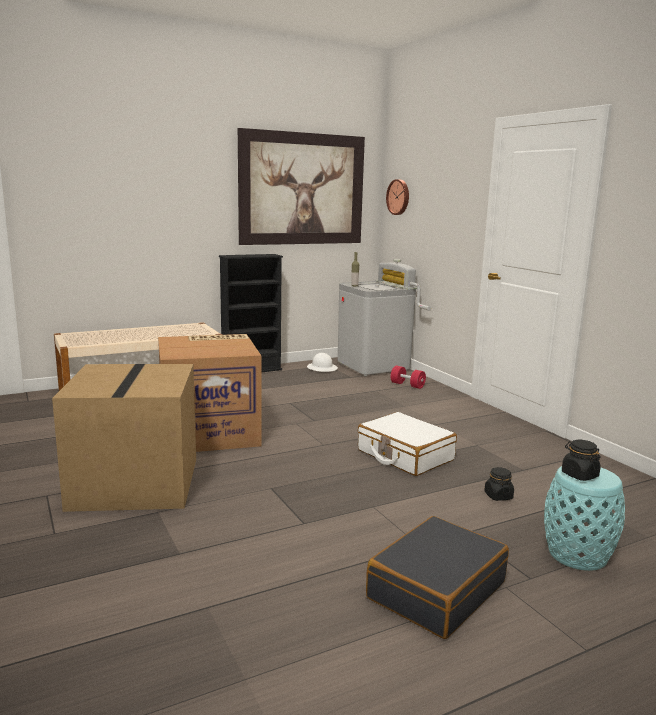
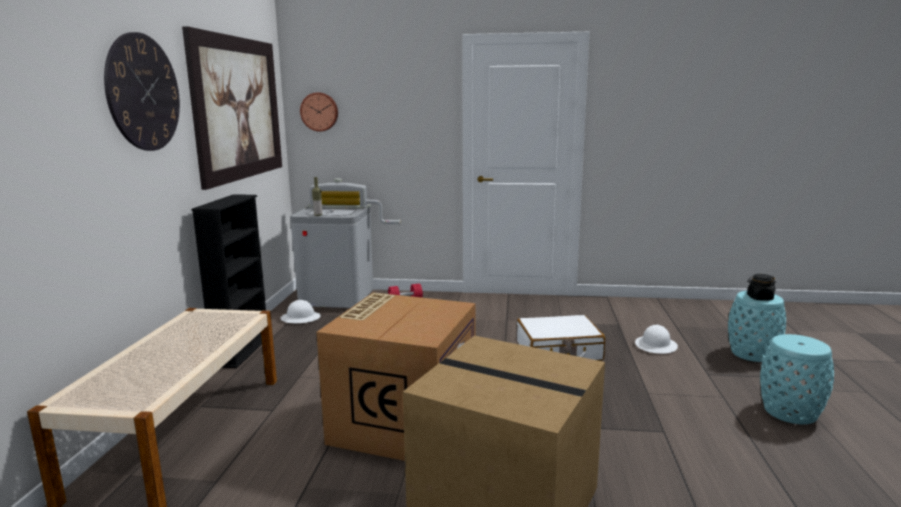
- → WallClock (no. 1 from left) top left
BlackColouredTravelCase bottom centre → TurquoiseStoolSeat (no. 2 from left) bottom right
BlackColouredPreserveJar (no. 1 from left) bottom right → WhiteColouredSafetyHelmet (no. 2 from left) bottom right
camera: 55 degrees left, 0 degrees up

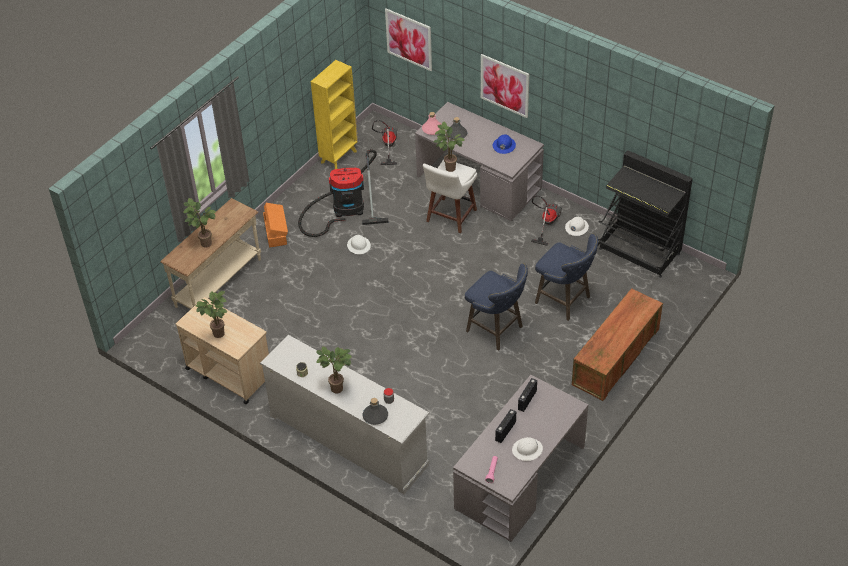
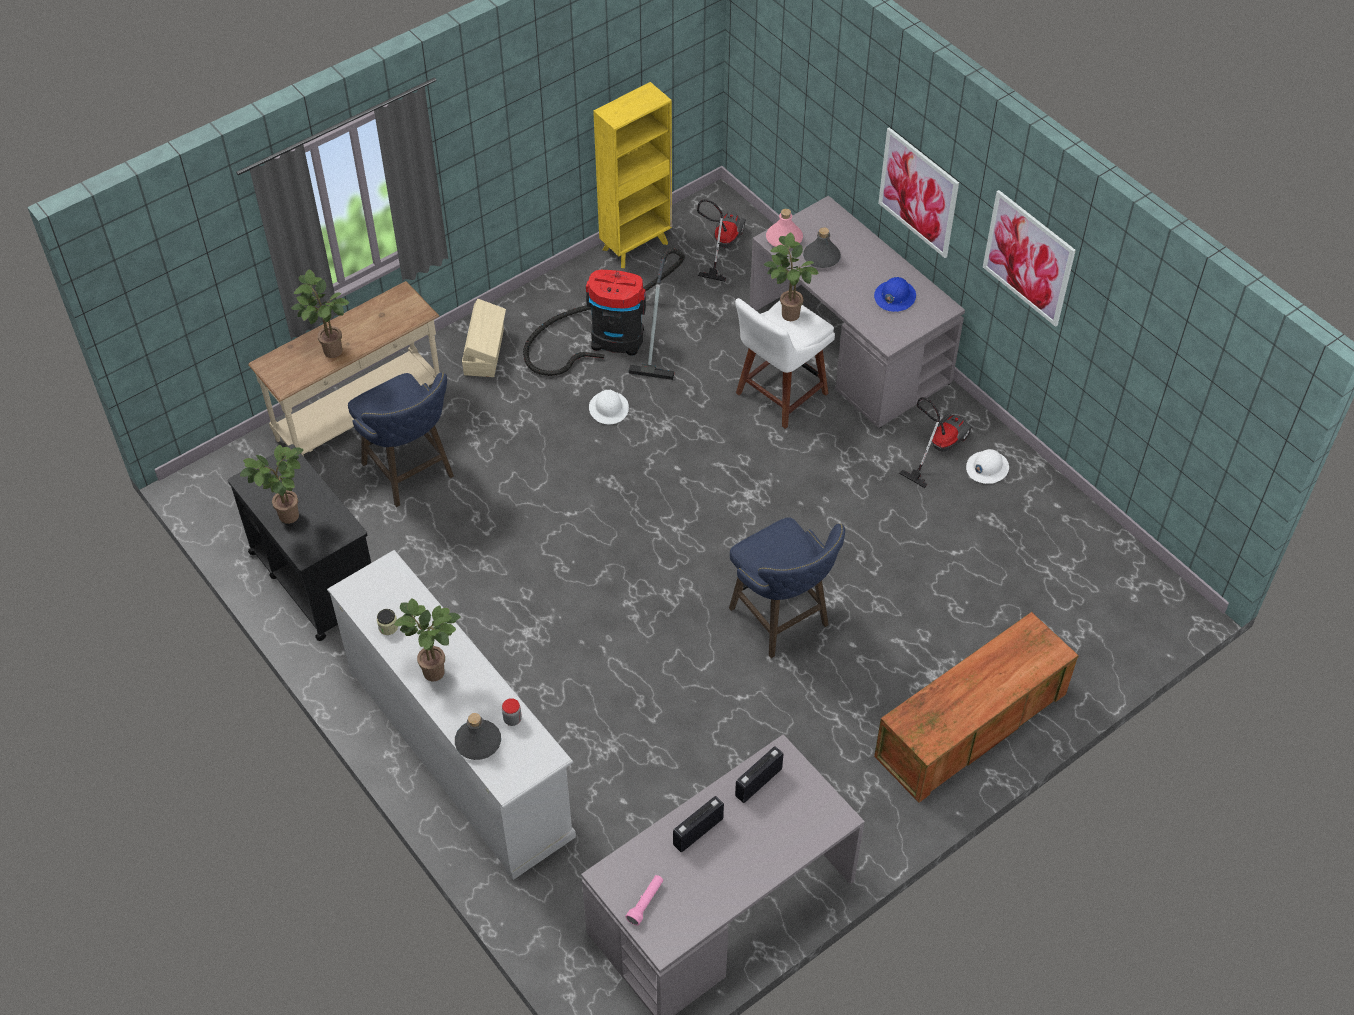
WhiteColouredSafetyHelmet (no. 2 from left) bottom centre → -
BlackColouredShoeShelf middle right → -
WallPicture (no. 1 from left in the first image) top centre → WallPicture (no. 2 from left) top right, shifted
BlueStoolSeat (no. 2 from left in the first image) middle right → BlueStoolSeat (no. 1 from left) middle left, shifted
BeigeColouredWheeledCart middle left → BlackColouredWheeledCart middle left
OrangeyStorageBin middle left → BeigeColouredStorageBin top centre
camera: 15 degrees right, 5 degrees up

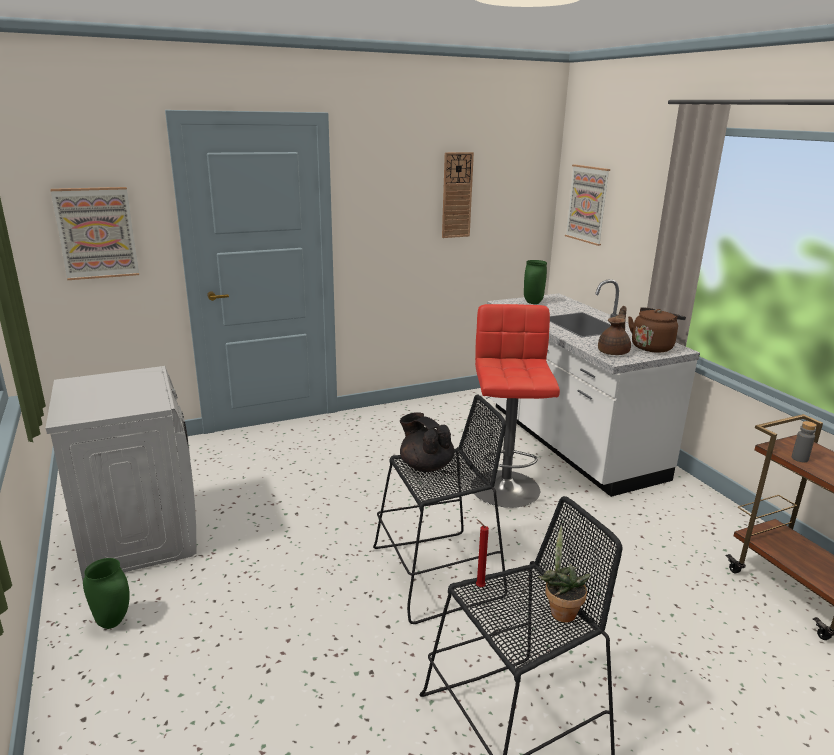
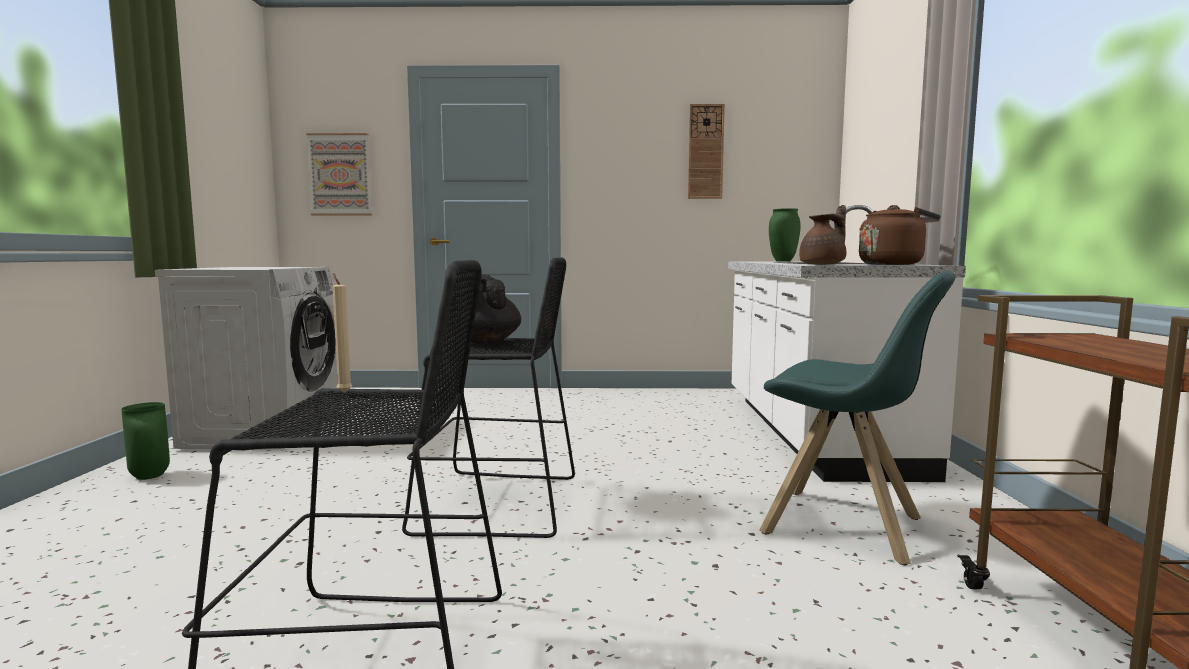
ReddishStoolSeat centre → -
Houseplant bottom right → -
WallPicture (no. 2 from left) top right → -
GreyishBottle middle right → -
- → TurquoiseUprightChair middle right
ReddishCandle bottom centre → BeigeColouredCandle middle left
camera: 25 degrees right, 15 degrees down

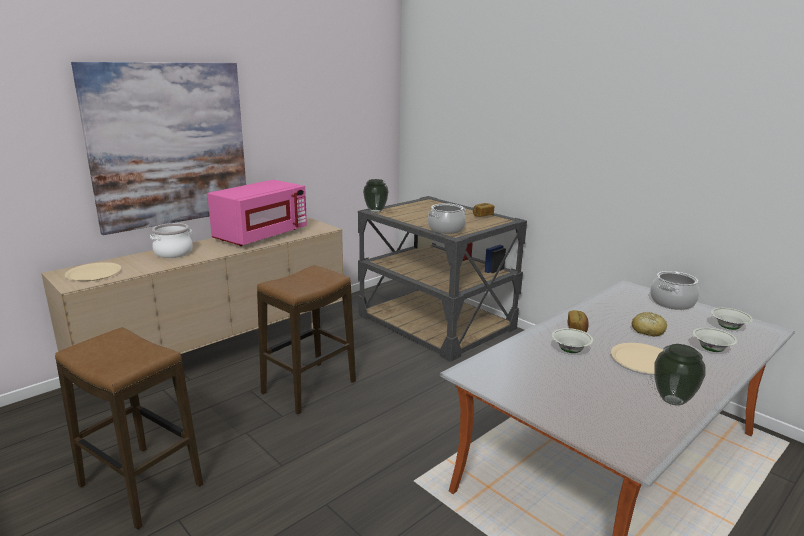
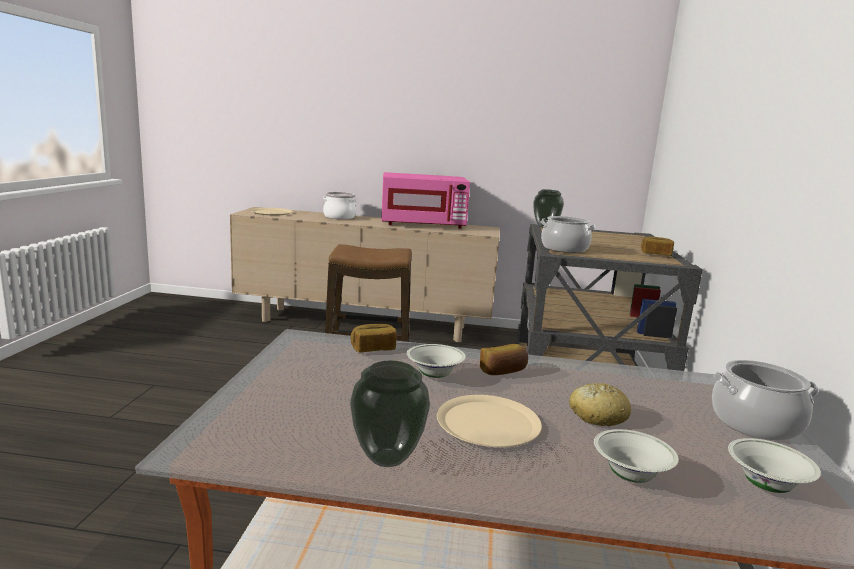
StoolSeat (no. 1 from left) bottom left → -
WallPicture top left → -
- → BakedBread (no. 1 from left) centre
camera: 50 degrees right, 5 degrees down

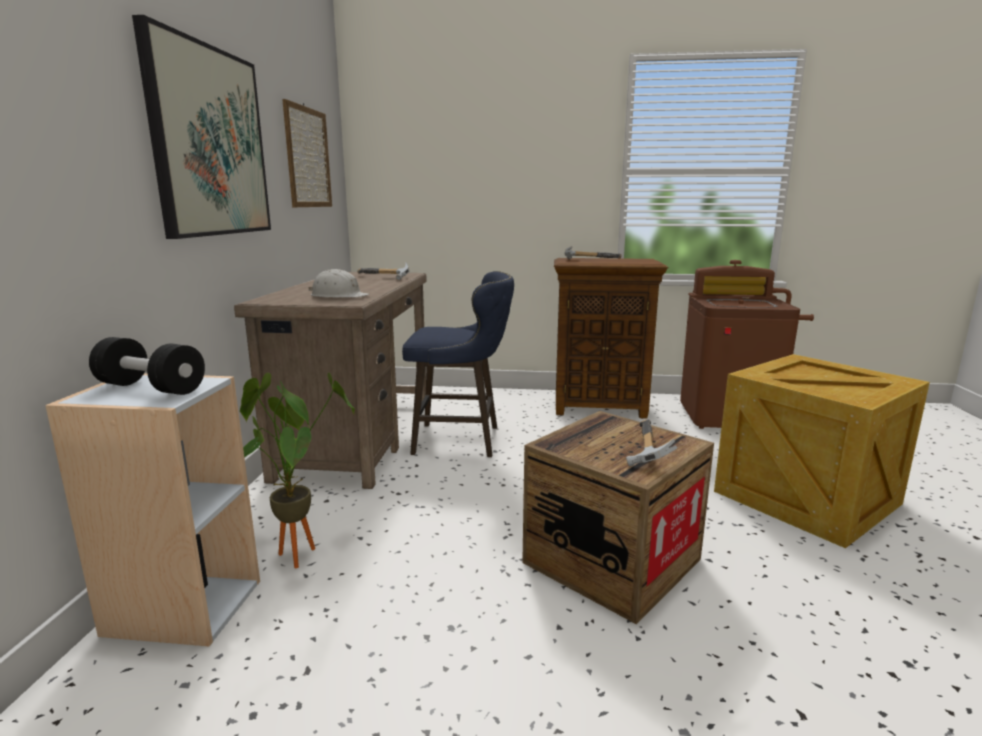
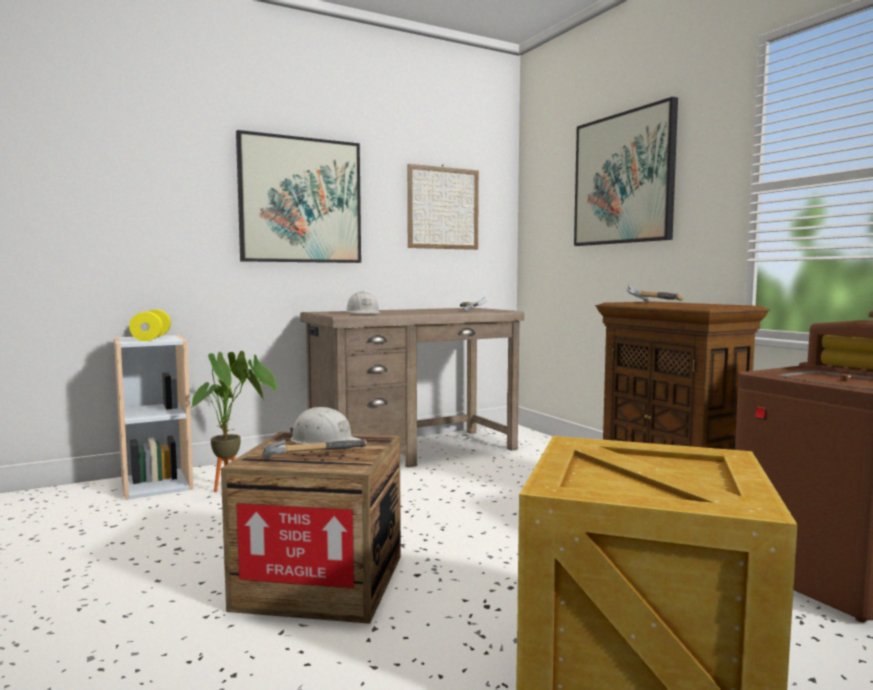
BlueStoolSeat centre → -
- → WhiteColouredSafetyHelmet (no. 1 from left) centre
- → WallPicture (no. 3 from left) top right
BlackColouredHandWeight middle left → YellowHandWeight middle left
camera: 55 degrees right, 10 degrees down

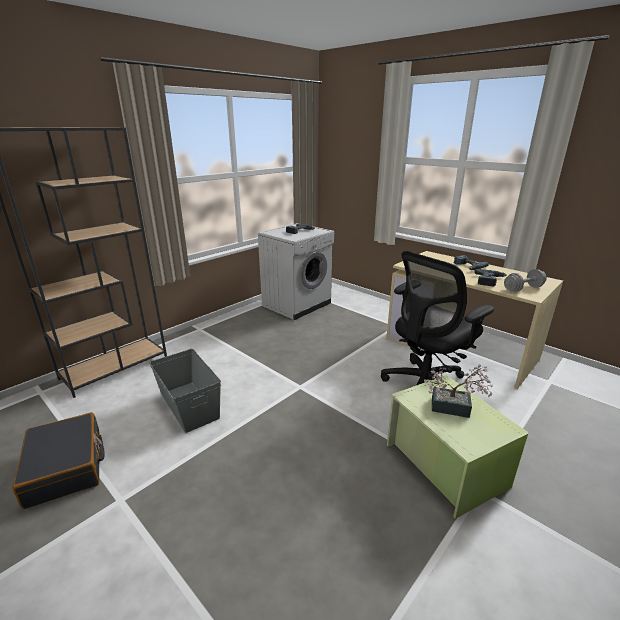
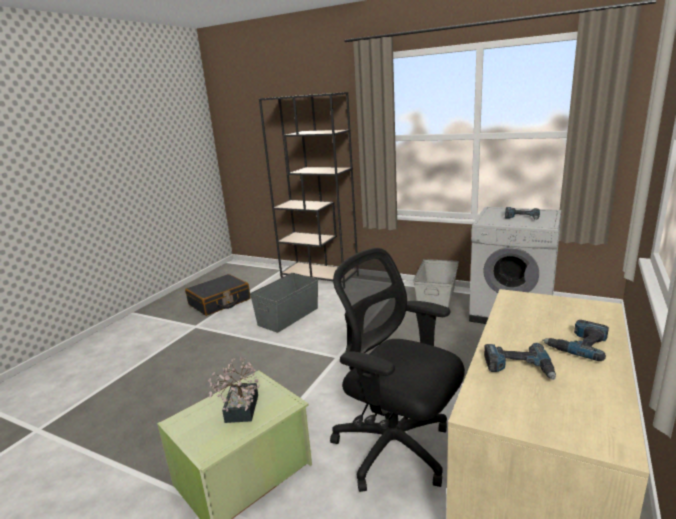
GreyishHandWeight middle right → -
- → GreyishStorageBin (no. 2 from left) centre
camera: 75 degrees right, 5 degrees down

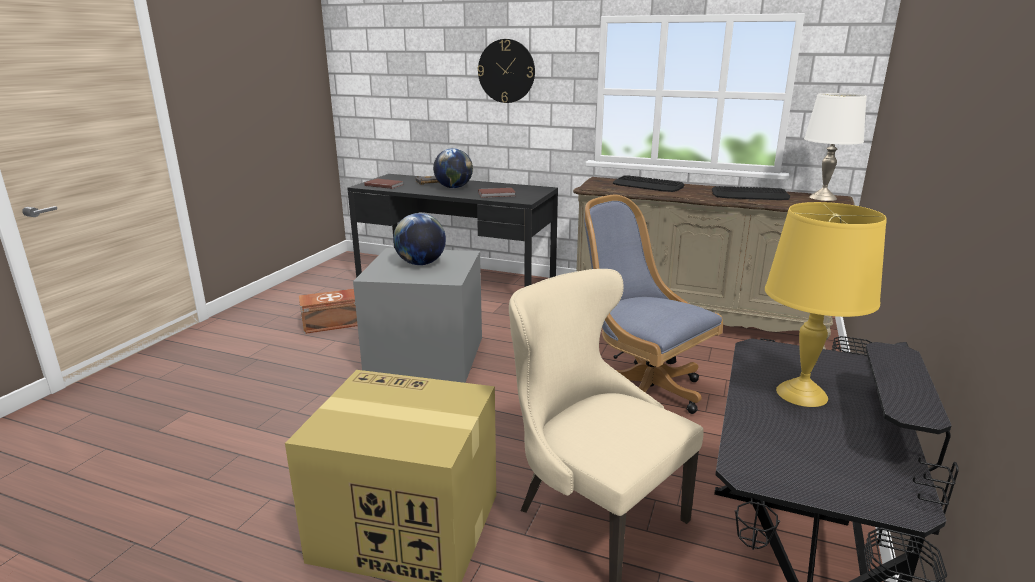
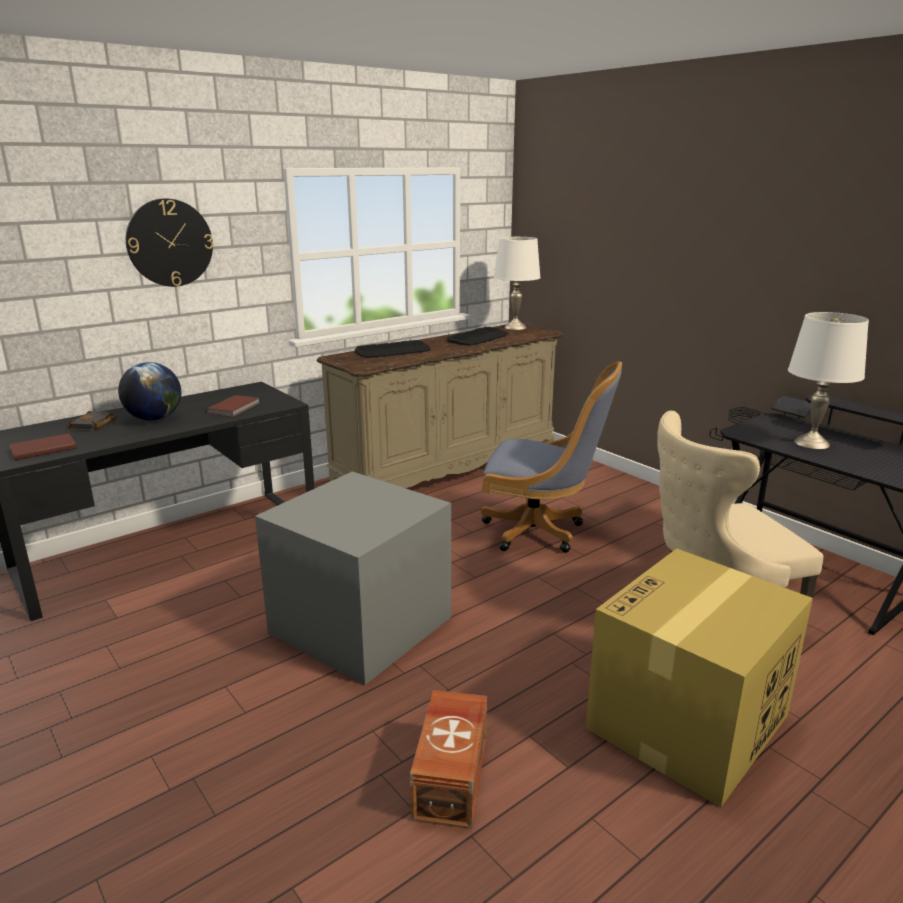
Globe (no. 1 from left) centre → -
BrownStorageBin middle left → BrownStorageBin bottom centre, shifted
YellowLampForATable middle right → WhiteColouredLampForATable (no. 2 from left) middle right
BlueDeskChair centre, 150 degrees counterclockwise
camera: 60 degrees left, 0 degrees up

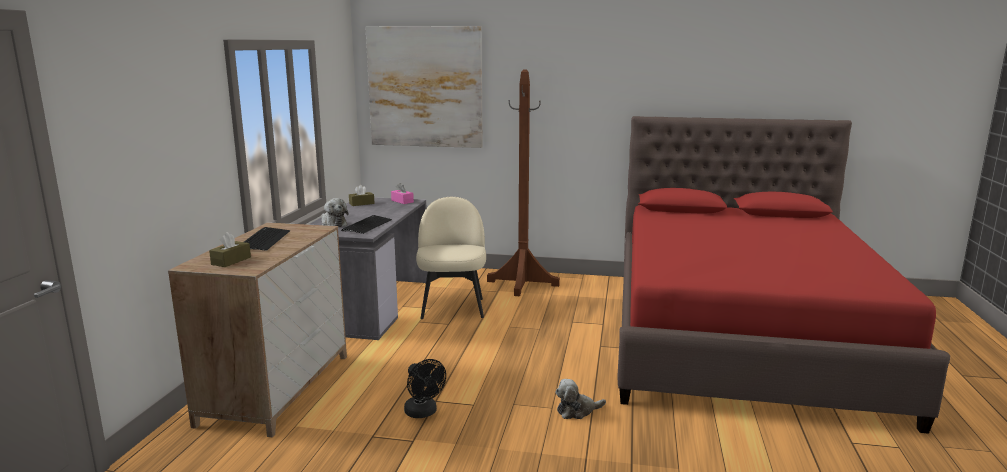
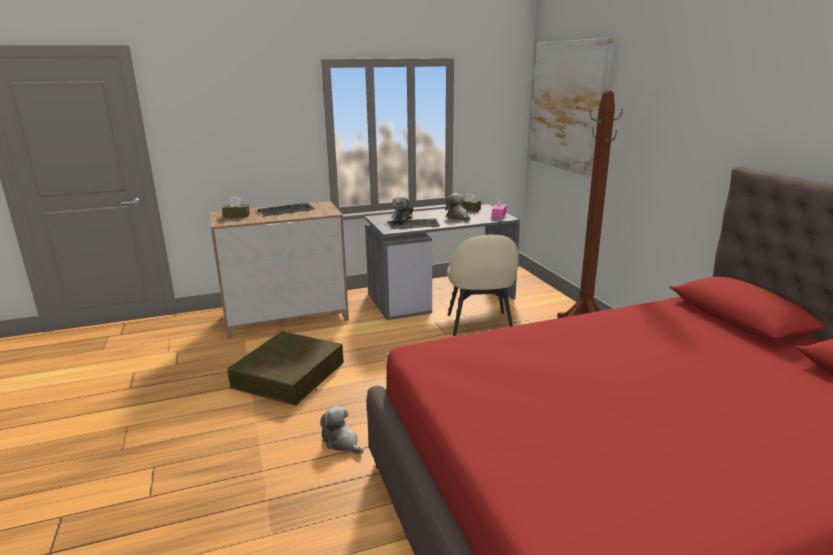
- → CuddlyToy (no. 3 from left) centre
BlackColouredCoolingFan bottom centre → BrownStorageBin centre
BeigeColouredUprightChair centre, 120 degrees clockwise
camera: 60 degrees right, 5 degrees up

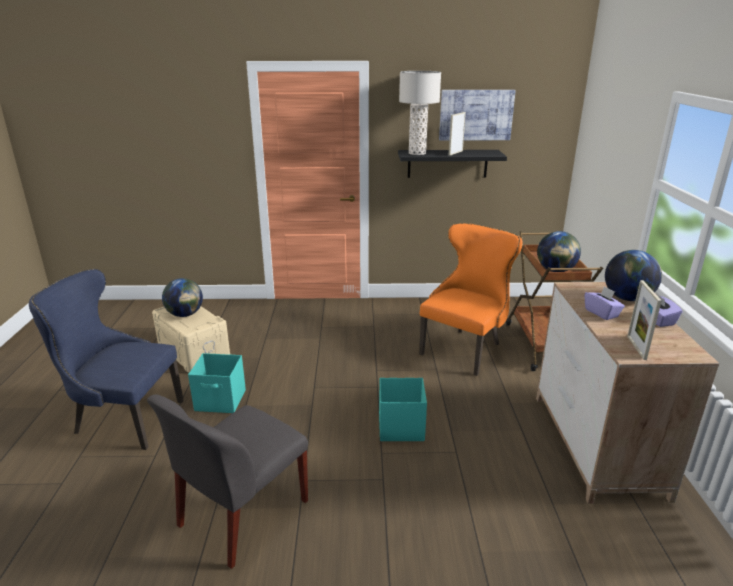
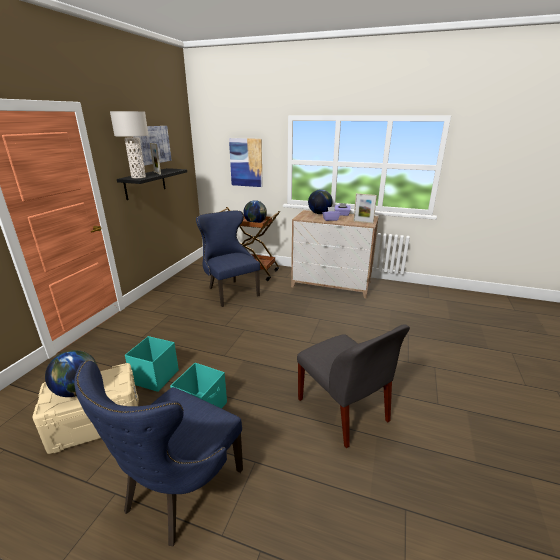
- → WallPicture (no. 2 from left) top centre
TurquoiseStorageBin (no. 2 from left in the first image) bottom centre → TurquoiseStorageBin (no. 1 from left) middle left, shifted
OrangeyUprightChair centre → BlueUprightChair (no. 2 from left) centre
camera: 70 degrees left, 0 degrees up

